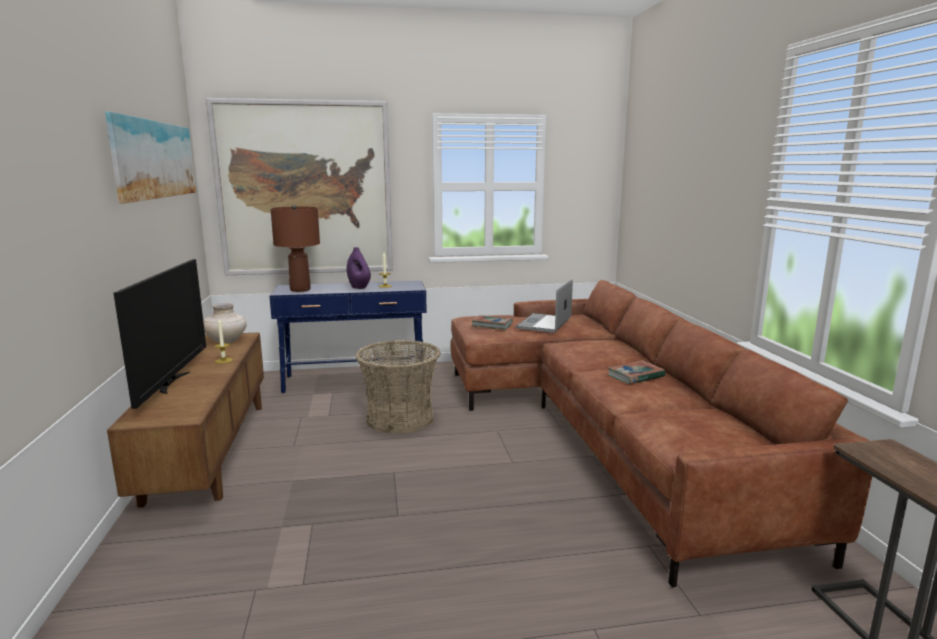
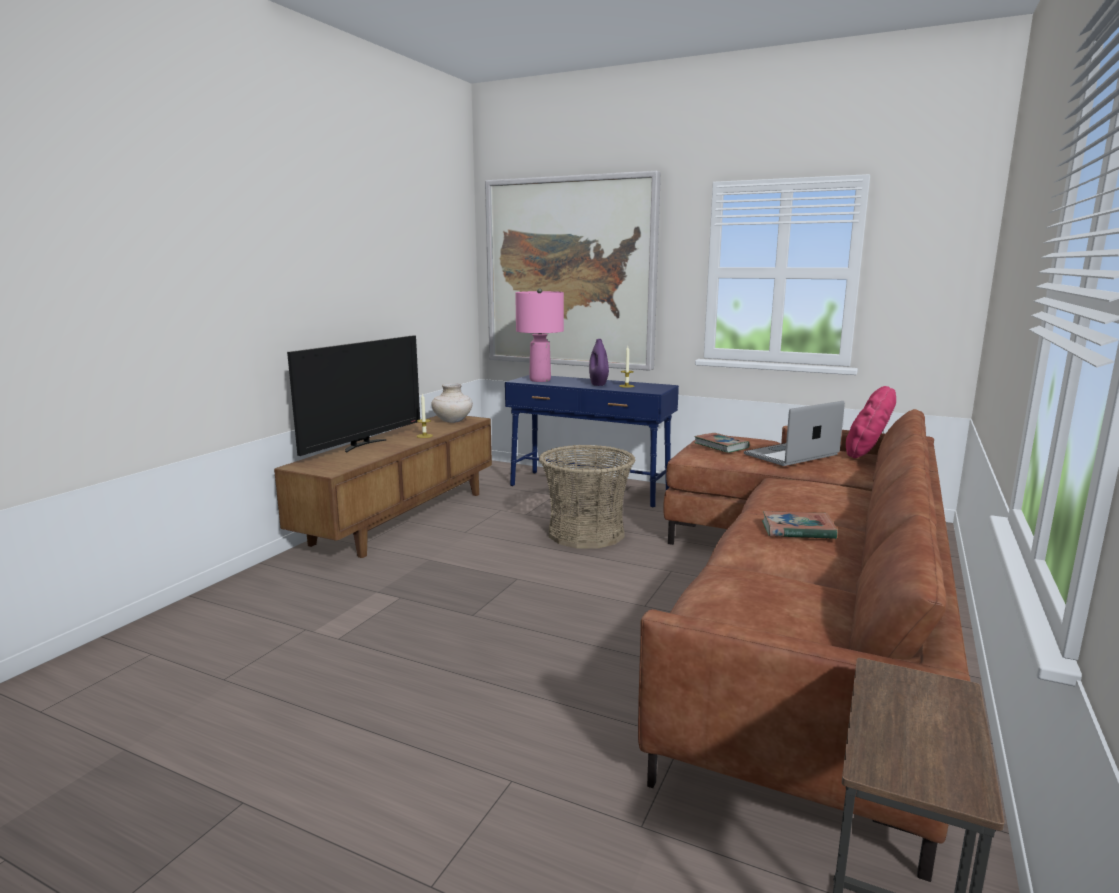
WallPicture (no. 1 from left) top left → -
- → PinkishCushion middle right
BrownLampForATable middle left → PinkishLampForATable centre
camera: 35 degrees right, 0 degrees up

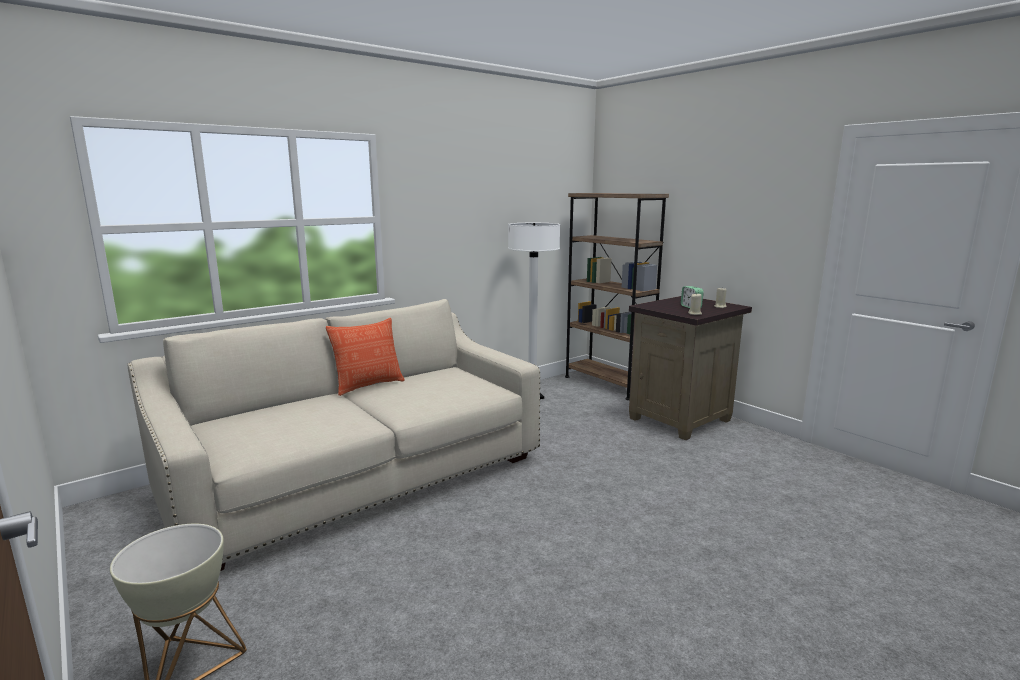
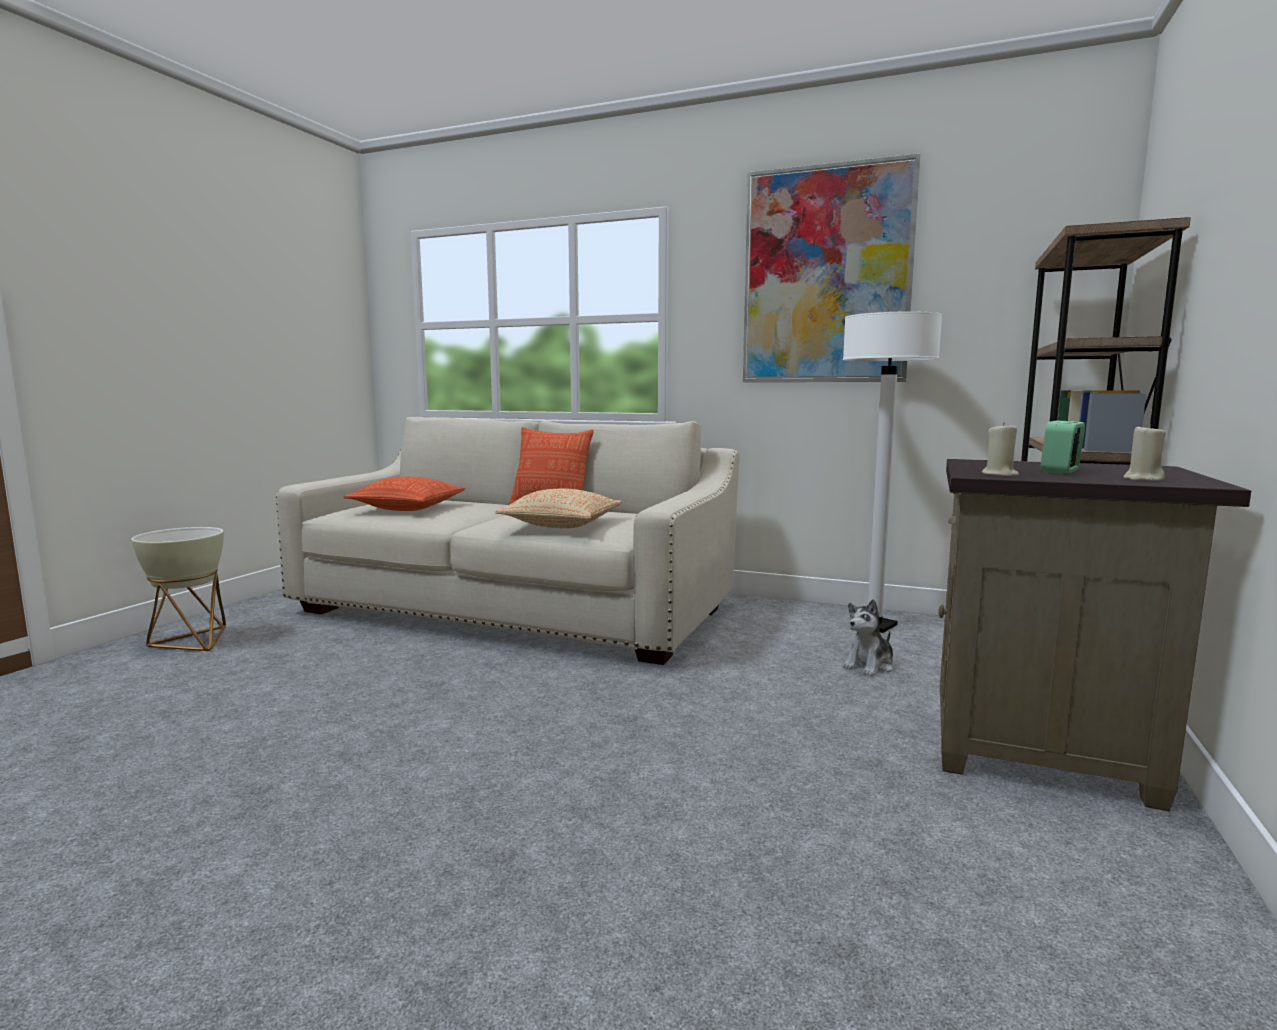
- → OrangeyCushion (no. 1 from left) middle left
- → BeigeColouredCushion centre
- → WallPicture top centre
- → CuddlyToy middle right
camera: 60 degrees right, 5 degrees down

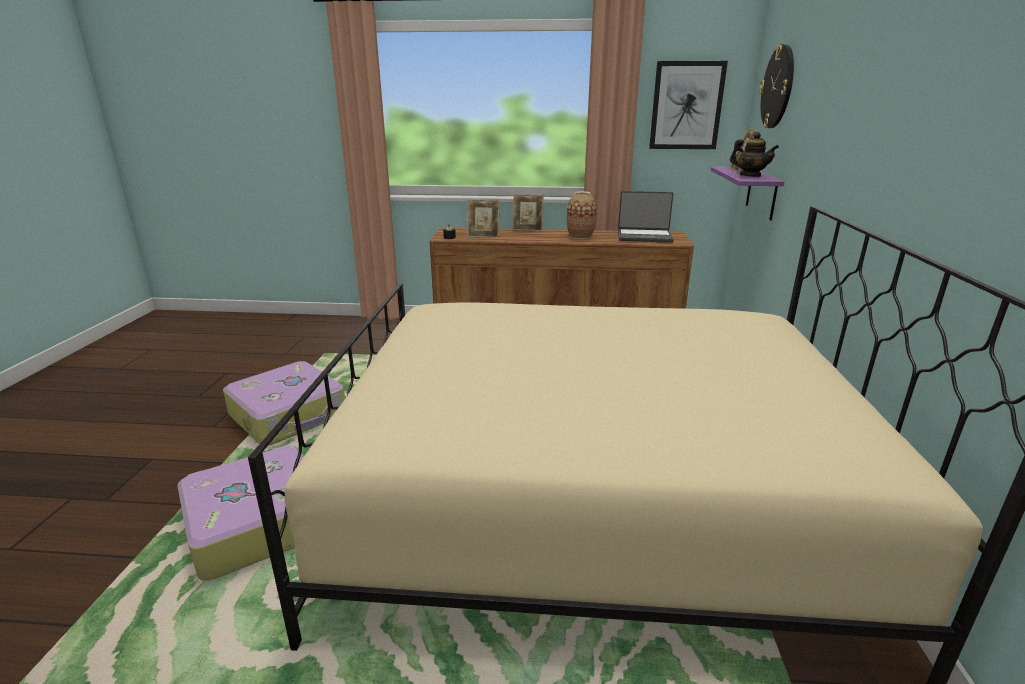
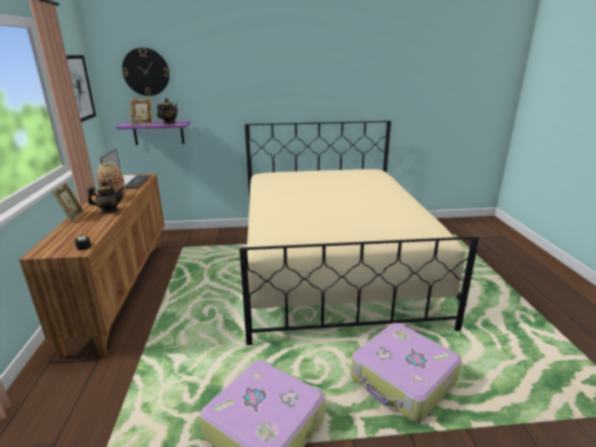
PhotoFrame (no. 1 from left) top centre → -
- → TeaPot (no. 1 from left) middle left
camera: 100 degrees left, 0 degrees up

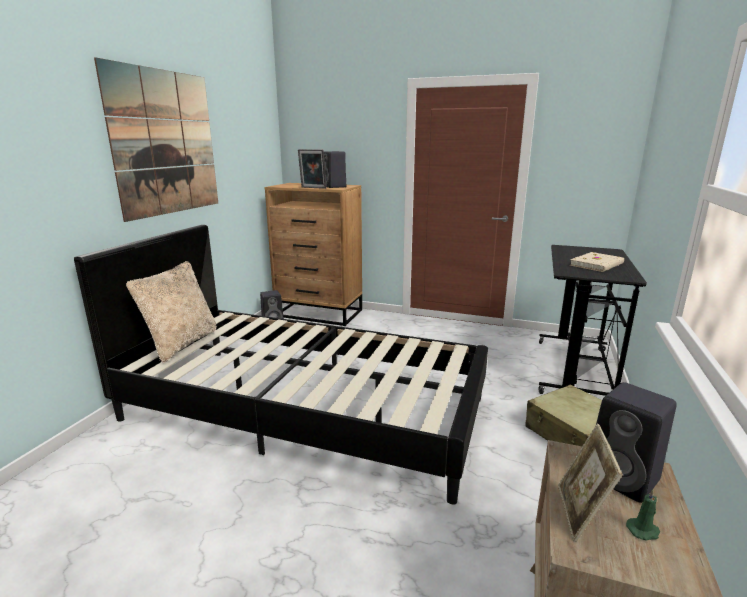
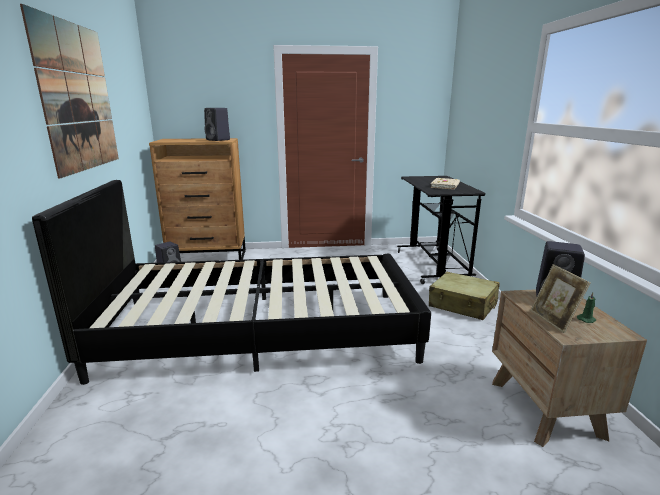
BeigeColouredCushion middle left → -
PhotoFrame (no. 1 from left) top centre → -
camera: 25 degrees left, 0 degrees up

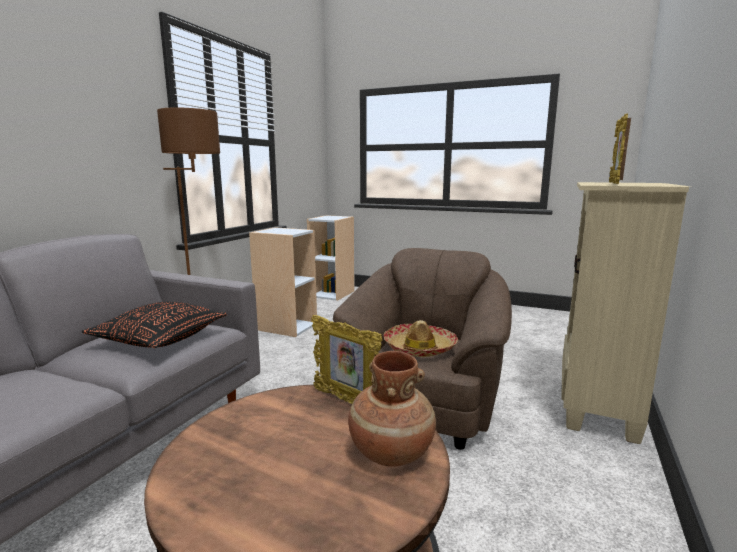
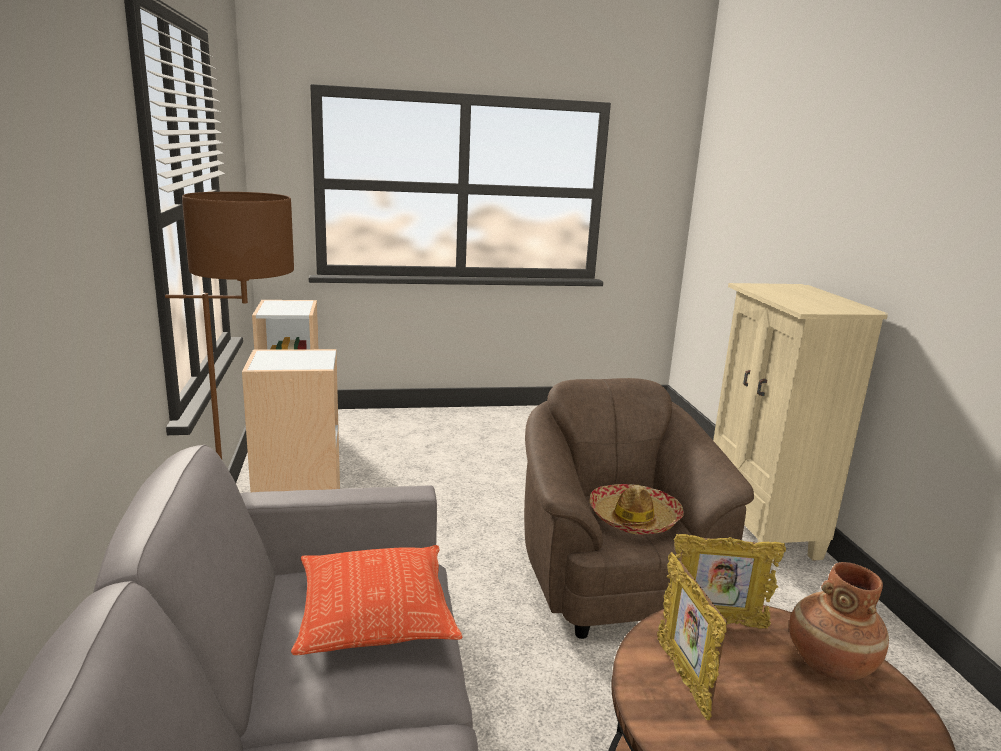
PhotoFrame (no. 2 from left in the first image) top right → PhotoFrame (no. 1 from left) bottom right, shifted
BlackColouredCushion middle left → OrangeyCushion bottom centre
camera: 35 degrees left, 5 degrees up

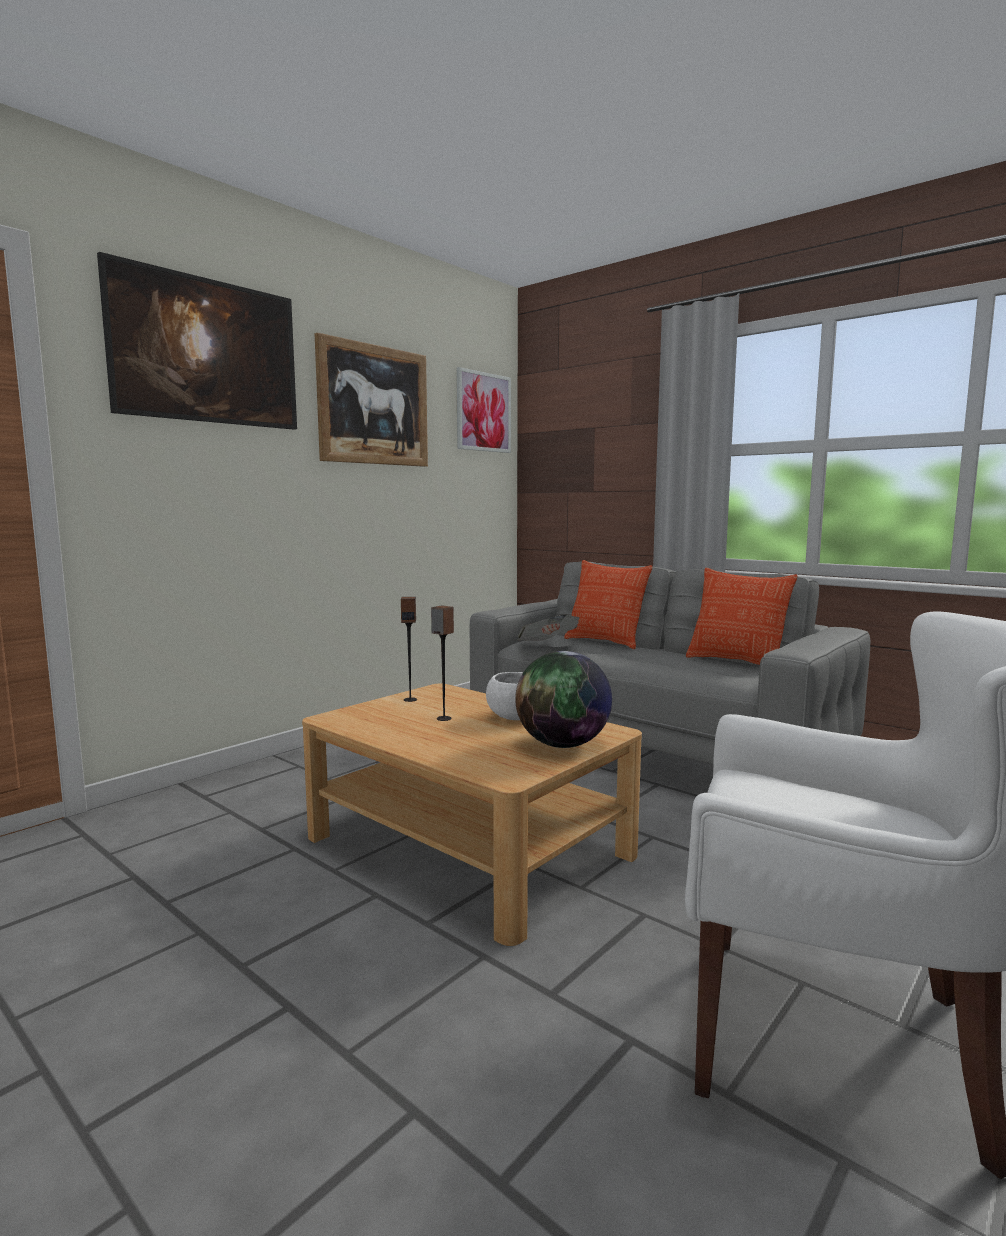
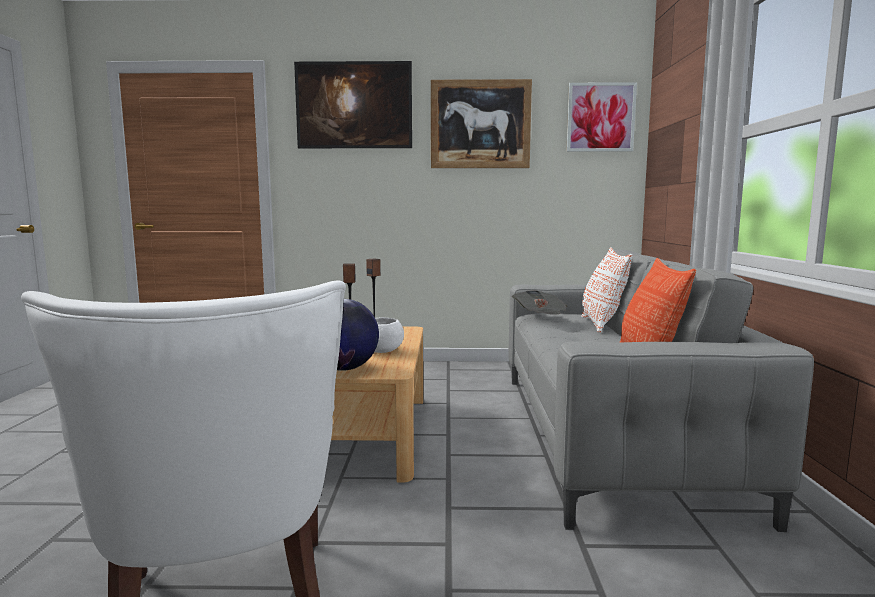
OrangeyCushion (no. 1 from left) centre → WhiteColouredCushion middle right
camera: 50 degrees right, 0 degrees up

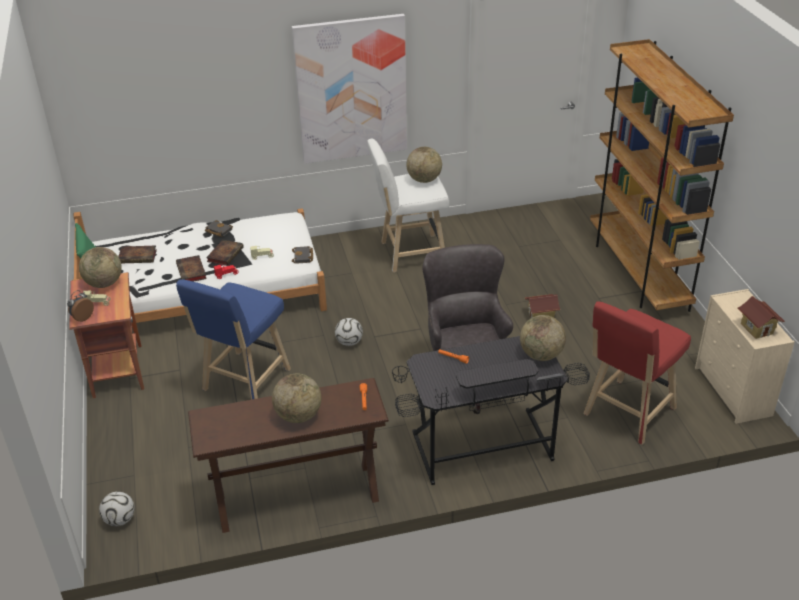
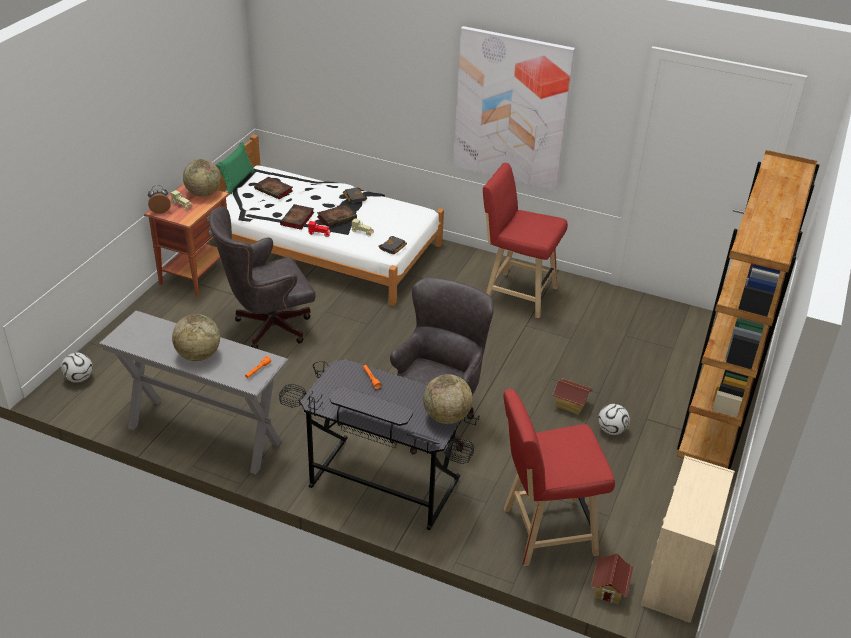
Globe (no. 3 from left) top centre → -
Football (no. 2 from left) centre → Football (no. 2 from left) middle right, shifted
ModelHouse (no. 2 from left) middle right → ModelHouse (no. 2 from left) bottom right, shifted
BlueStoolSeat middle left → GreyishDeskChair (no. 1 from left) middle left
BrownHallTable bottom centre → GreyishHallTable middle left
WhiteColouredStoolSeat centre → ReddishStoolSeat (no. 1 from left) centre
camera: 35 degrees right, 0 degrees up

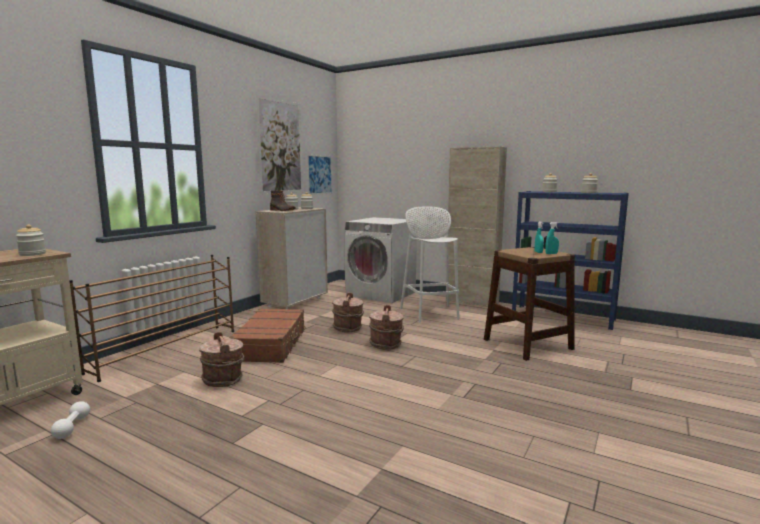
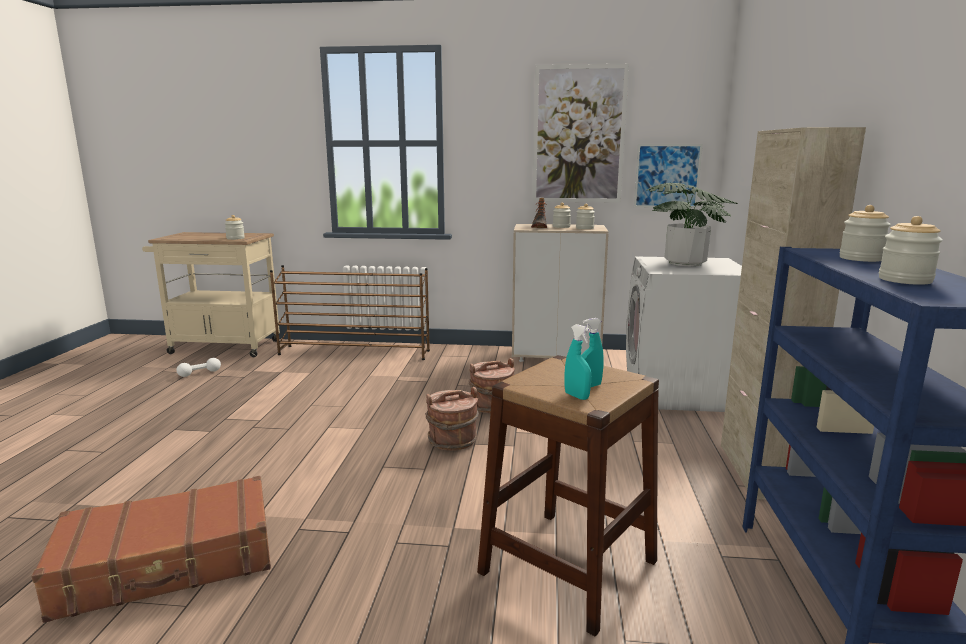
BrownPail (no. 1 from left) bottom left → -
WhiteColouredStoolSeat centre → -
- → Houseplant middle right
BrownTravelCase centre → BrownTravelCase bottom left, shifted
camera: 65 degrees right, 5 degrees up

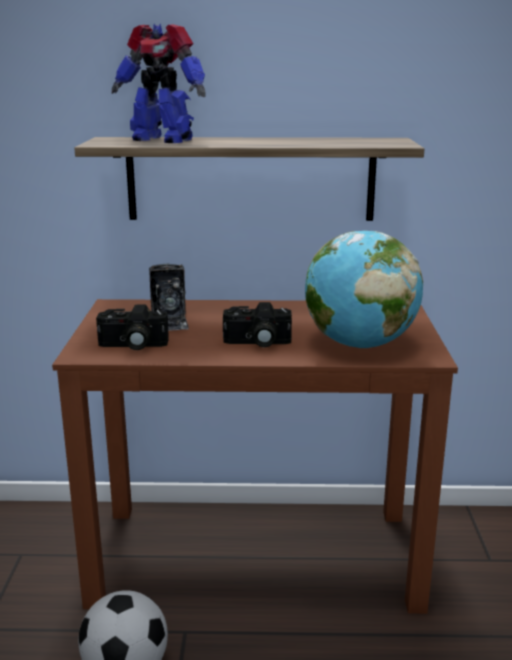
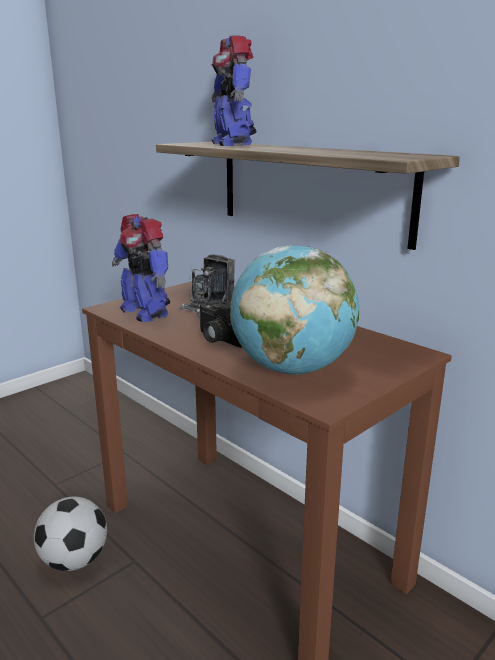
StillCamera (no. 1 from left) middle left → ModelRobot (no. 1 from left) middle left
camera: 45 degrees right, 0 degrees up

